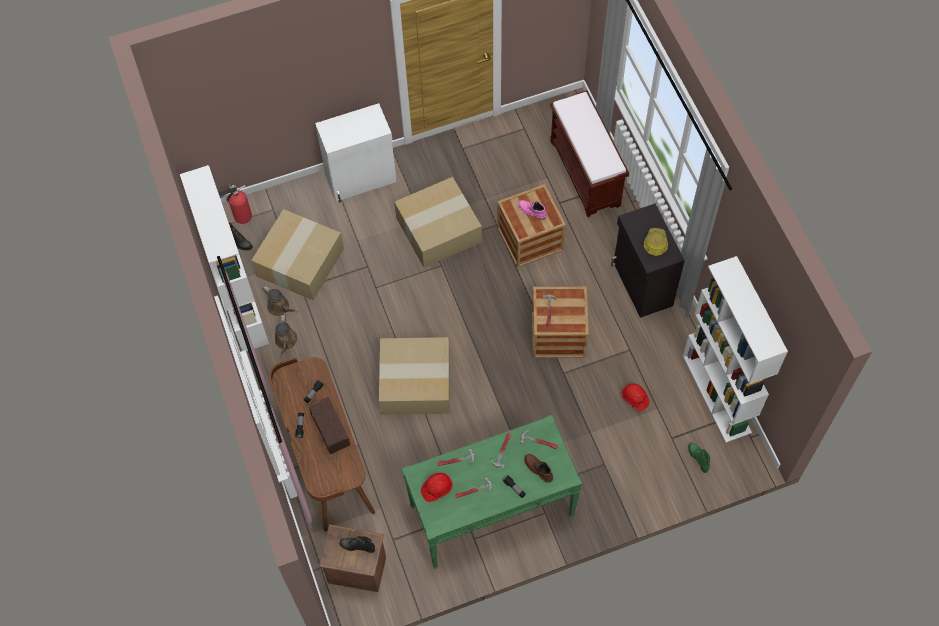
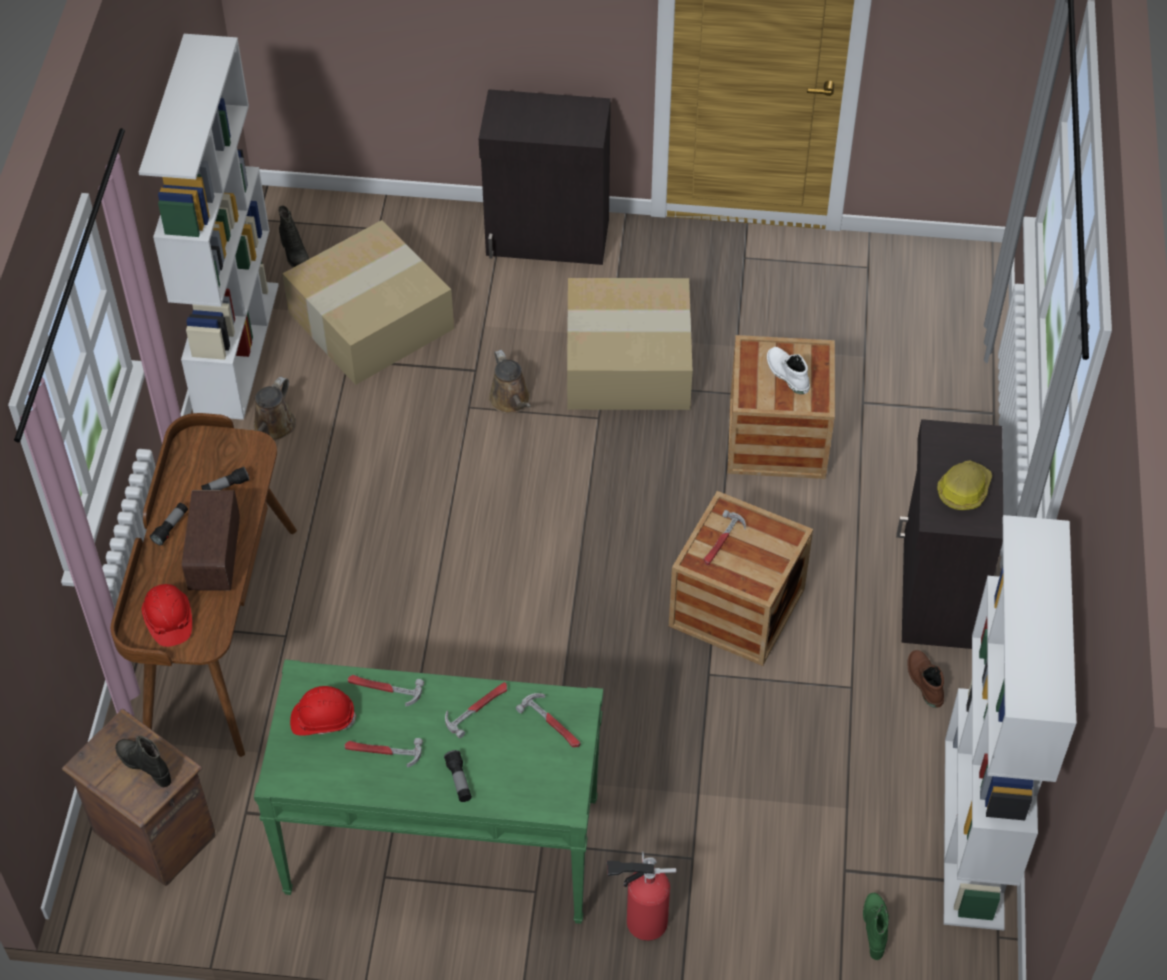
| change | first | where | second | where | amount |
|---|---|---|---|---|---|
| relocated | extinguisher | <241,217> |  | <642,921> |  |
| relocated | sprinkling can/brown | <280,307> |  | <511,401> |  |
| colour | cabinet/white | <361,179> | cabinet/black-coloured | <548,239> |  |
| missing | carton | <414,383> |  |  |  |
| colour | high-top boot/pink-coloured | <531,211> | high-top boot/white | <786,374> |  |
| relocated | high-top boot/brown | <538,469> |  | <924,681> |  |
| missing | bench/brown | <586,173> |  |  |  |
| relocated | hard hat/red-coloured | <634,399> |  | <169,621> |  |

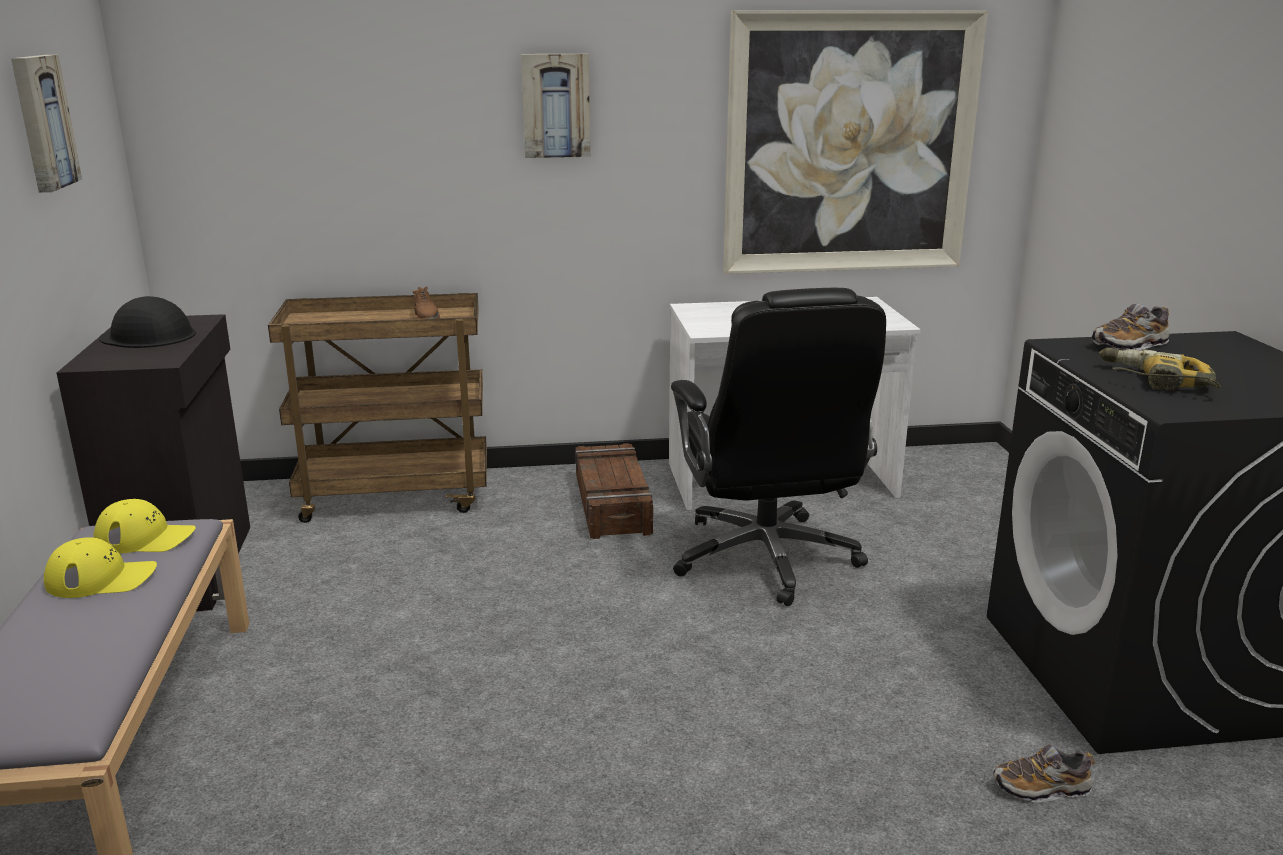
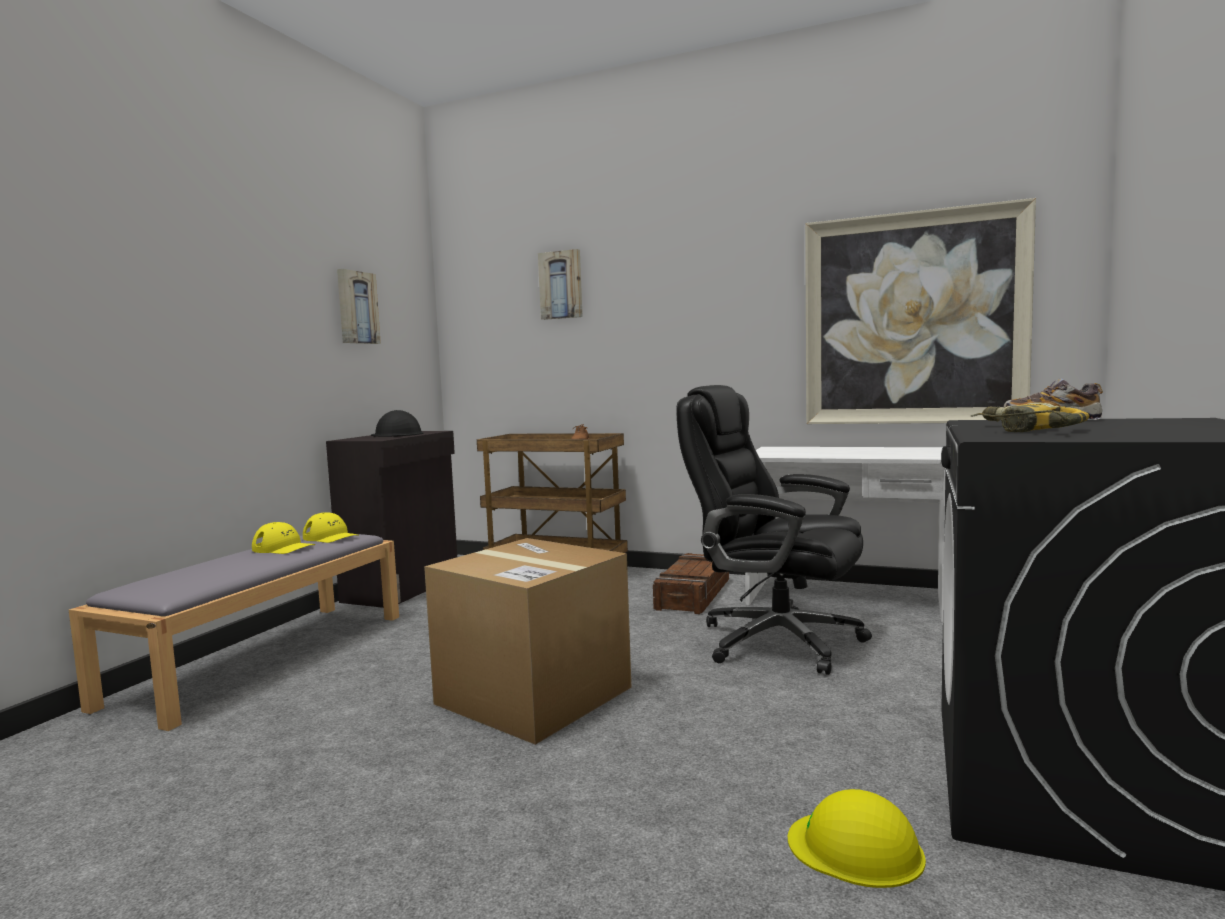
| change | first | where | second | where | amount |
|---|---|---|---|---|---|
| relocated | wall art | <556,105> |  | <561,285> |  |
| spun | computer chair/black-coloured | <766,559> |  | <775,641> | 105 degrees clockwise |
| exchanged | low shoe | <1041,788> | hard hat/yellow | <855,848> |  |
| appeared |  |  | carton | <534,695> |  |

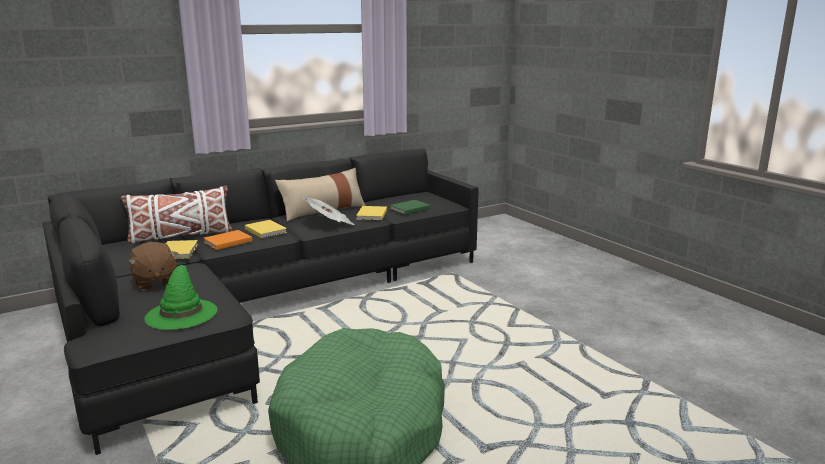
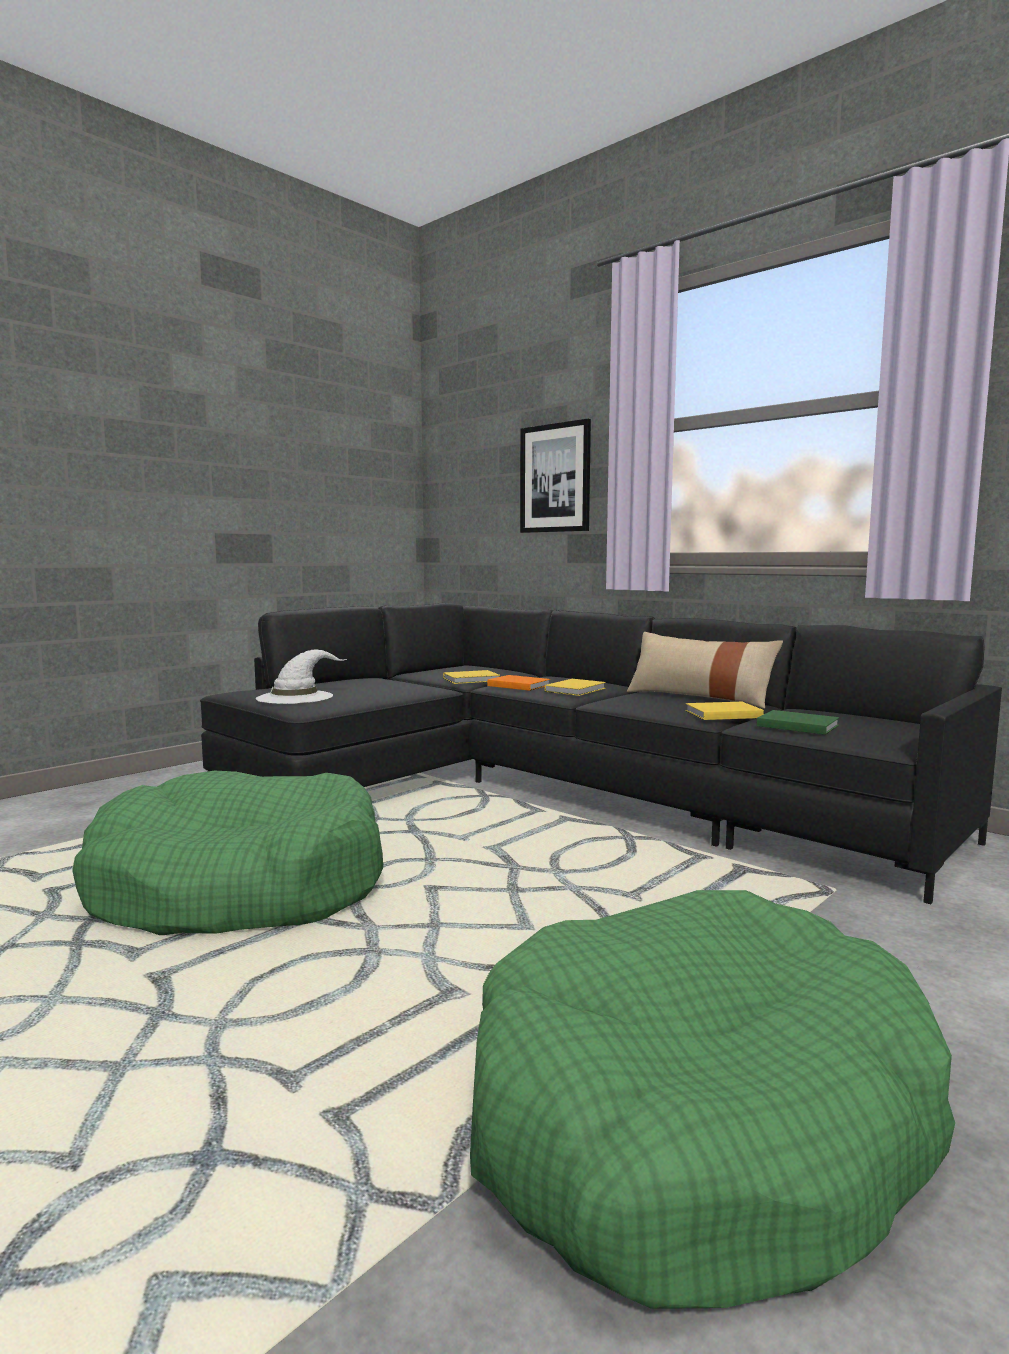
| change | first | where | second | where | amount |
|---|---|---|---|---|---|
| missing | pillow/white | <181,236> |  |  |  |
| missing | plush toy/brown | <155,282> |  |  |  |
| colour | wearable hat/green-coloured | <181,313> | wearable hat/white | <296,697> |  |
| missing | newspaper | <330,224> |  |  |  |
| appeared |  |  | dog cushion/green-coloured | <696,1122> |  |
| appeared |  |  | wall art | <555,478> |  |

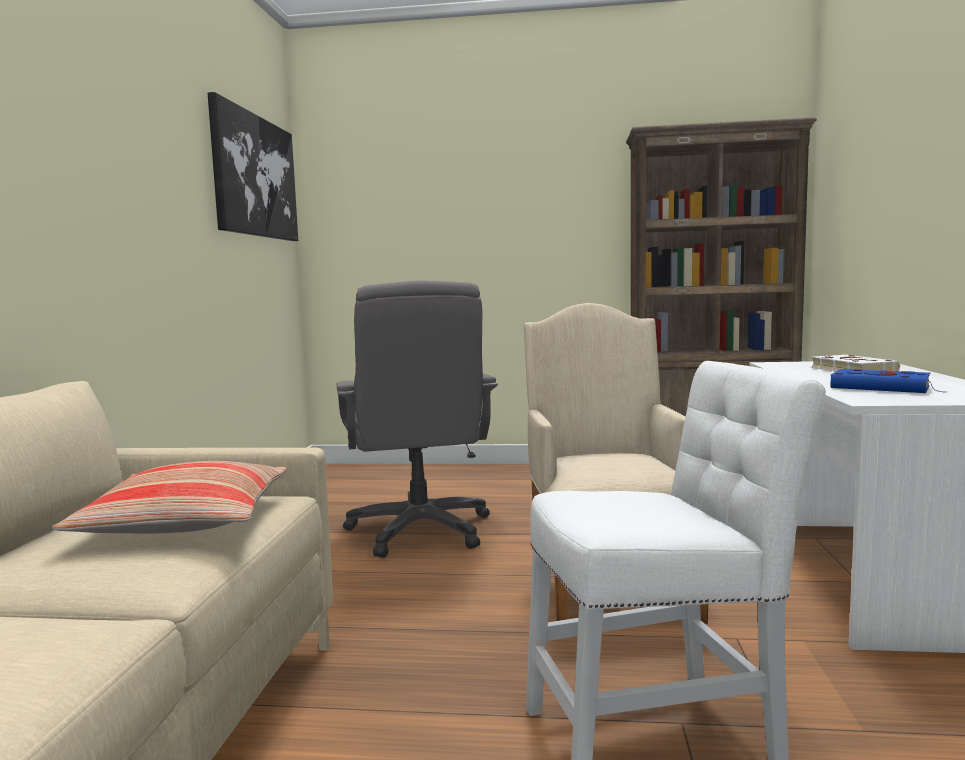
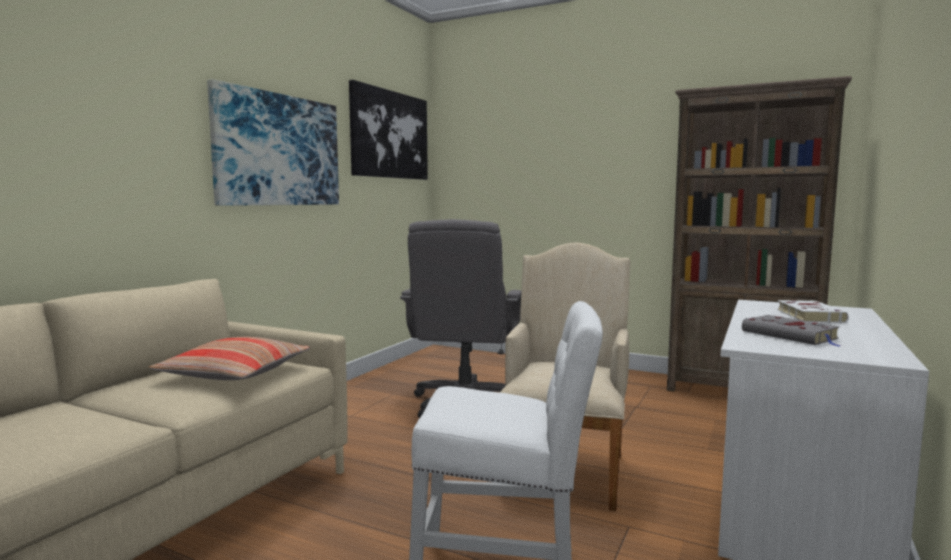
| change | first | where | second | where | amount |
|---|---|---|---|---|---|
| colour | book/blue-coloured | <883,388> | book/greyish | <791,336> |  |
| appeared |  |  | wall art | <278,150> |  |

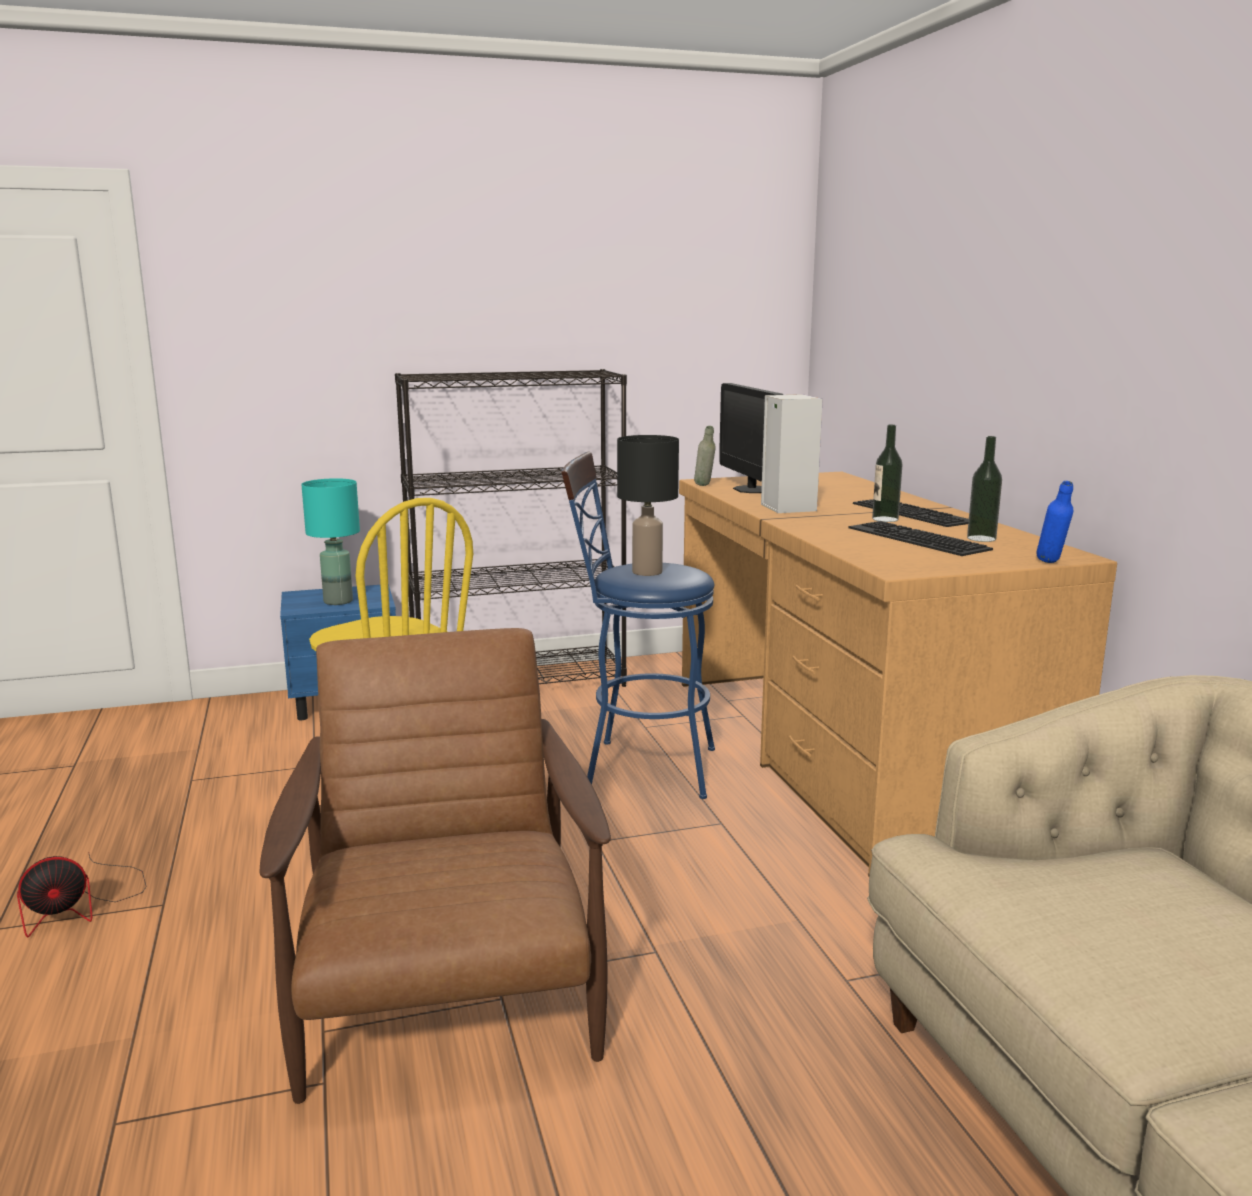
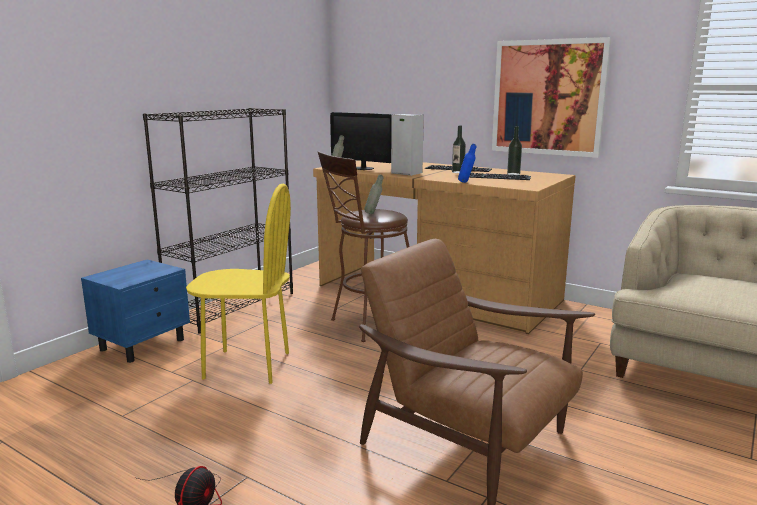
| change | first | where | second | where | amount |
|---|---|---|---|---|---|
| missing | lamp for a table/blue-green | <339,601> |  |  |  |
| colour | stool/blue-coloured | <638,768> | stool/brown | <367,325> |  |
| exchanged | lamp for a table/black-coloured | <646,572> | bottle/greyish | <374,214> |  |
| relocated | bottle/blue-coloured | <1051,563> |  | <466,182> |  |
| appeared |  |  | wall art | <548,97> |  |

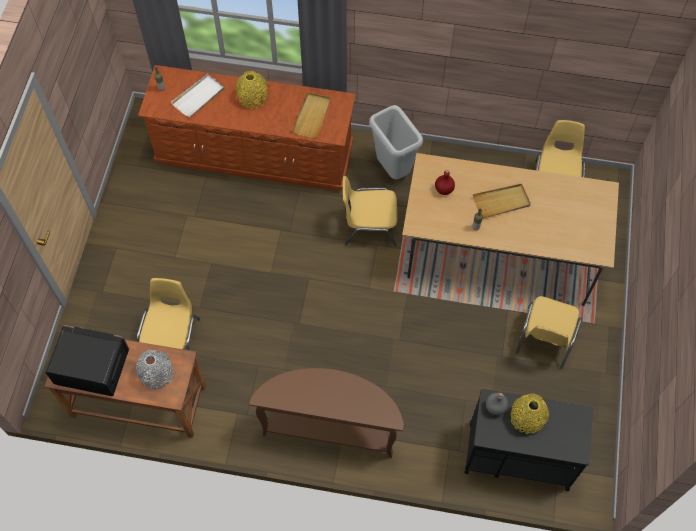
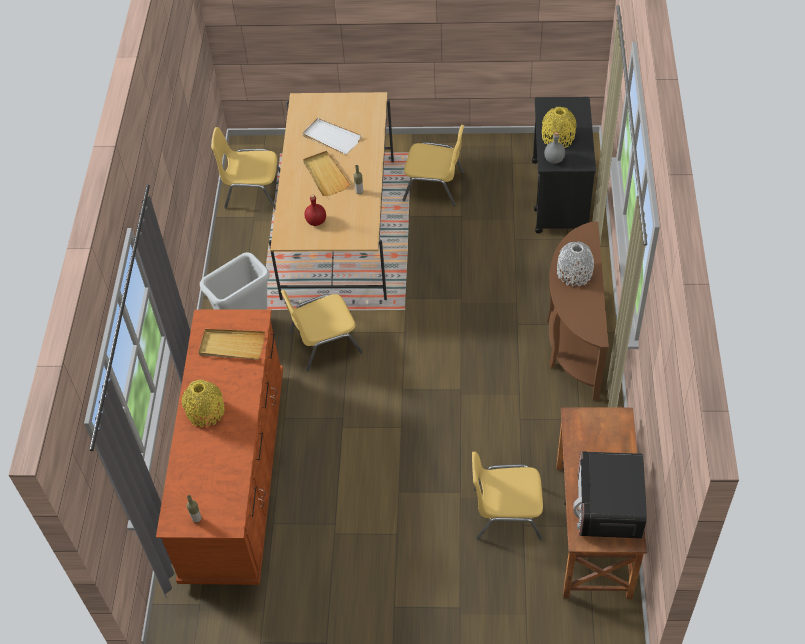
| change | first | where | second | where | amount |
|---|---|---|---|---|---|
| relocated | decorative vase/greyish | <156,373> |  | <574,273> |  |
| relocated | serving tray/white | <199,97> |  | <331,138> |  |
| spun | upright chair/yellow | <369,225> |  | <323,342> | 75 degrees clockwise |

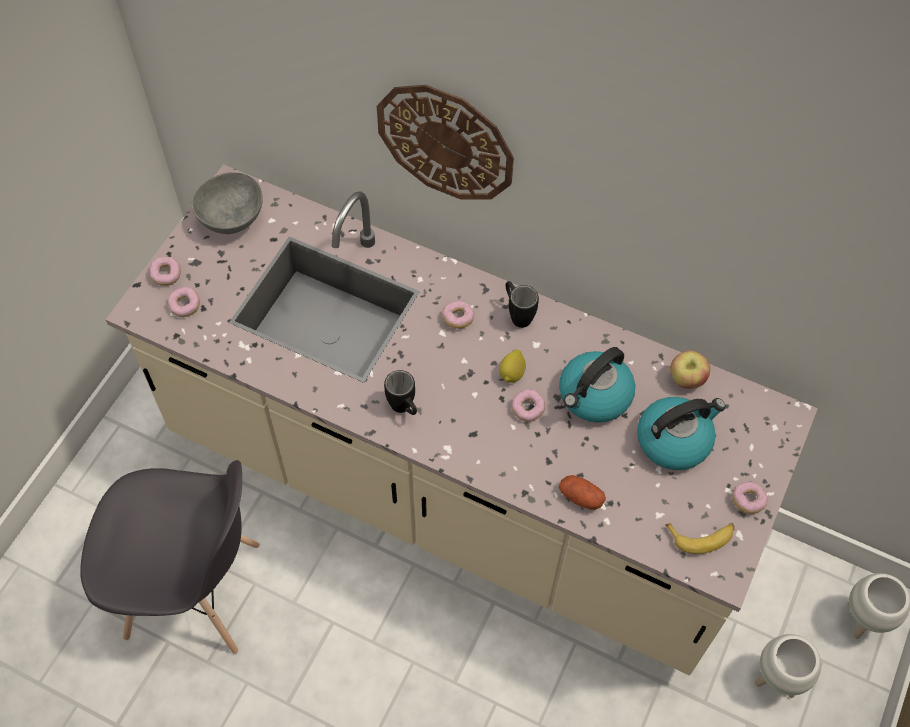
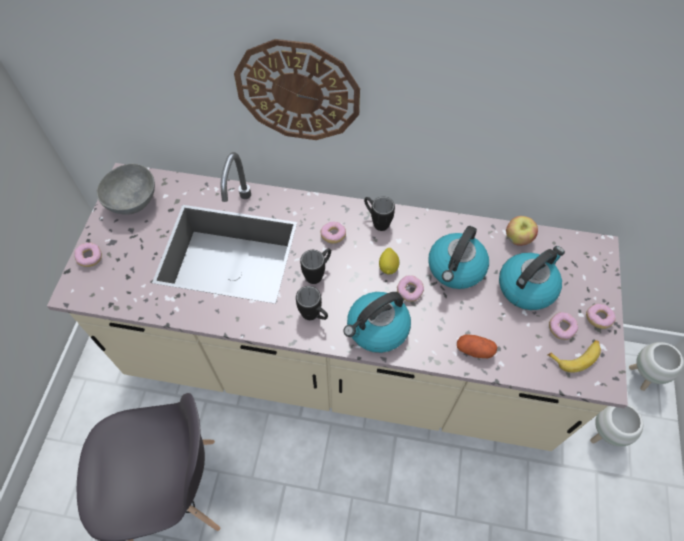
| change | first | where | second | where | amount |
|---|---|---|---|---|---|
| relocated | donut | <185,306> |  | <561,328> |  |
| appeared |  |  | tea mug/black-coloured | <318,273> |  |
| appeared |  |  | kettle | <377,329> |  |

